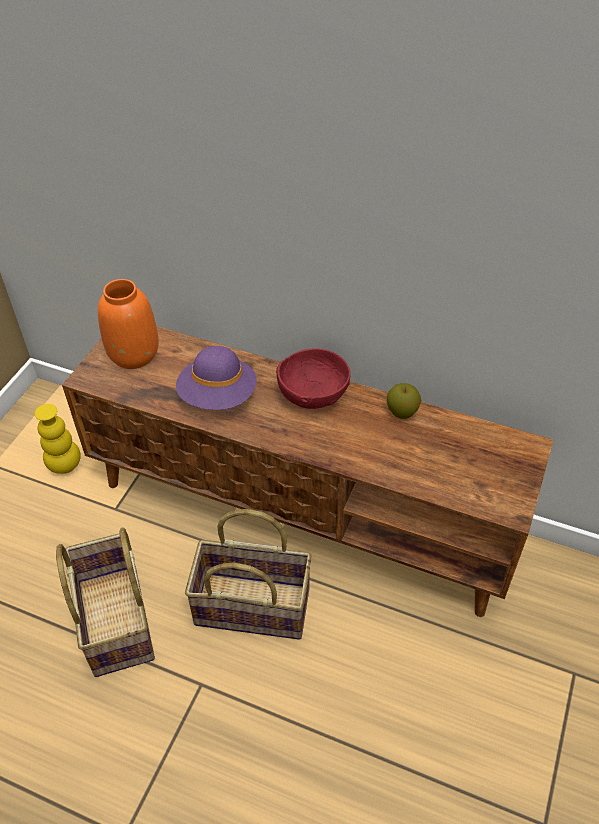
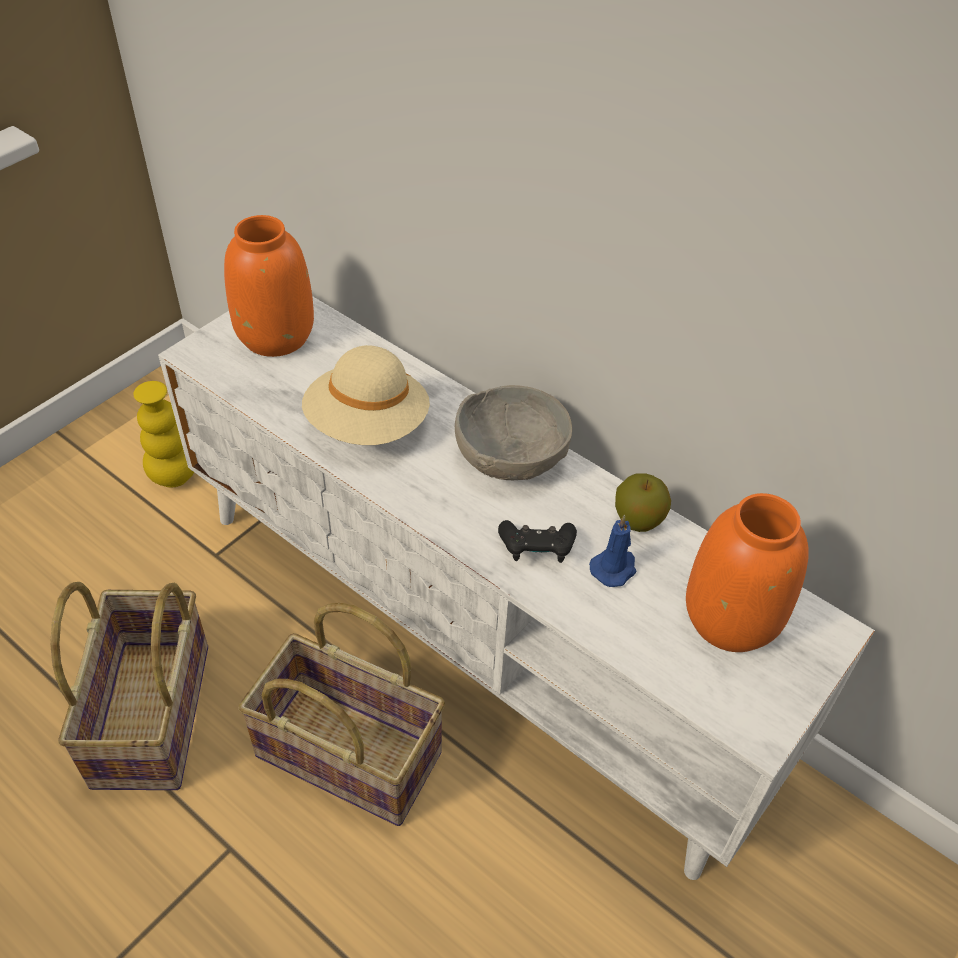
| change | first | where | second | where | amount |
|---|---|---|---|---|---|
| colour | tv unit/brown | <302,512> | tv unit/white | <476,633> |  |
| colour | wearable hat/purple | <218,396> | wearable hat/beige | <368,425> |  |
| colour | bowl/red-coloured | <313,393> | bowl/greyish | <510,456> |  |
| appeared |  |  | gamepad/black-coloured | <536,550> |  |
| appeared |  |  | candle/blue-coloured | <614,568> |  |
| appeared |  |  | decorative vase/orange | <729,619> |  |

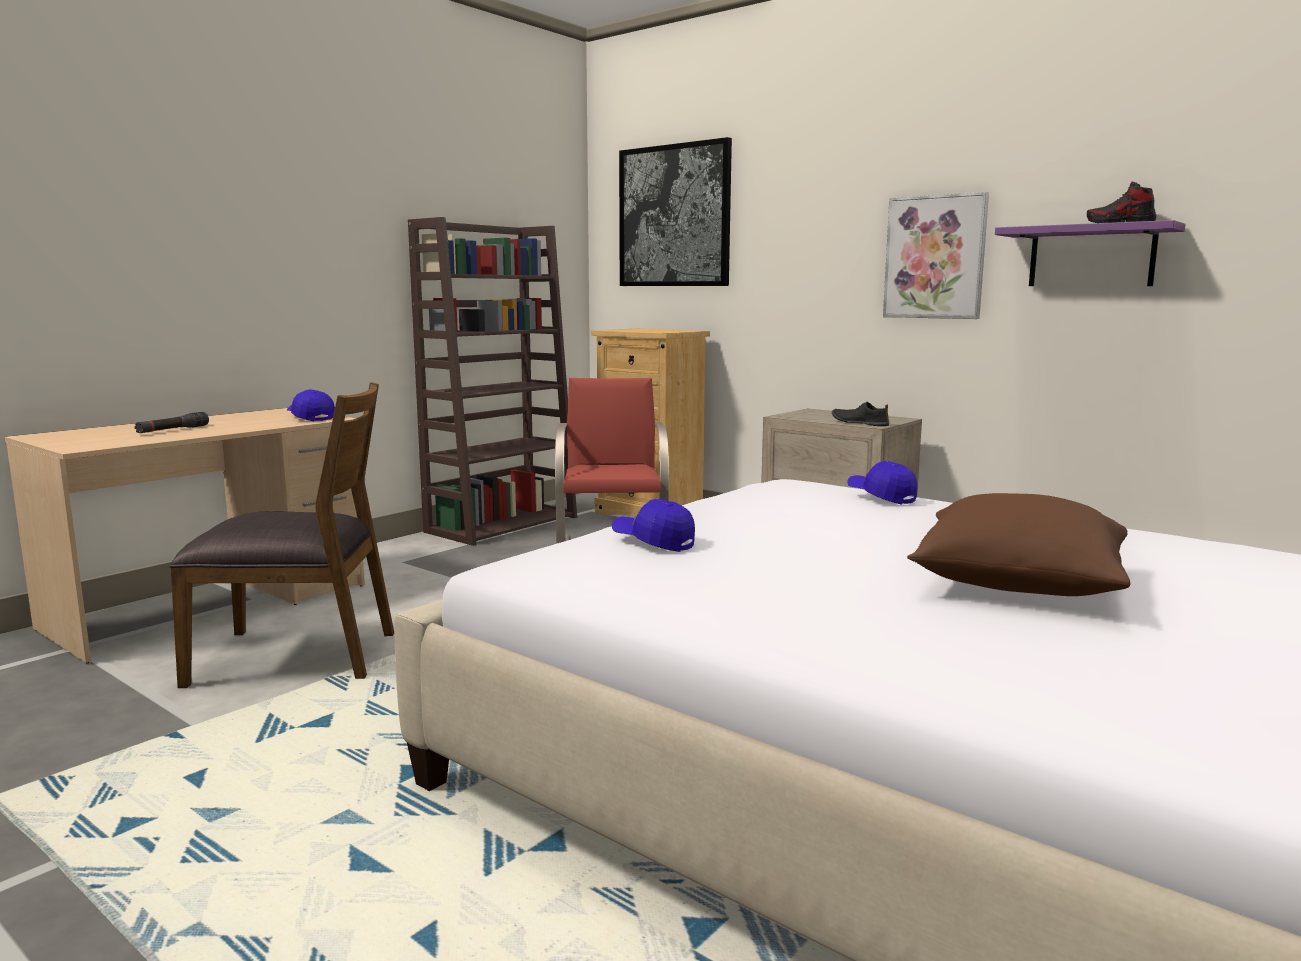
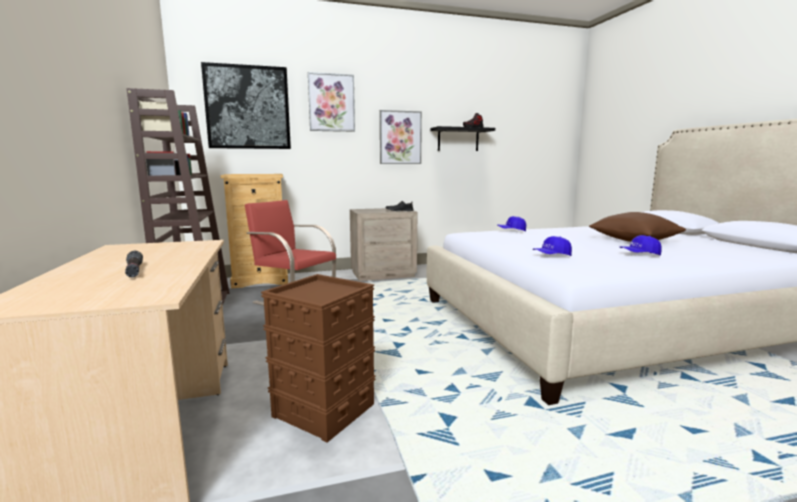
| change | first | where | second | where | amount |
|---|---|---|---|---|---|
| exchanged | upright chair/brown | <297,656> | storage bin/brown | <325,410> |  |
| relocated | cap/blue-coloured | <310,418> |  | <639,254> |  |
| colour | wall shelf/purple | <1091,256> | wall shelf/black-coloured | <458,139> |  |
| appeared |  |  | wall art | <331,103> |  |

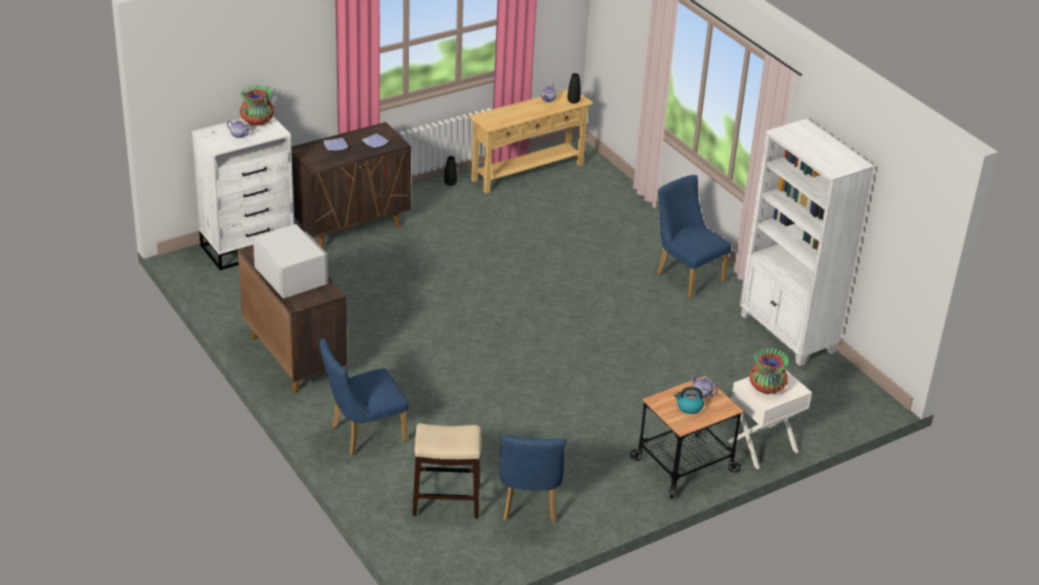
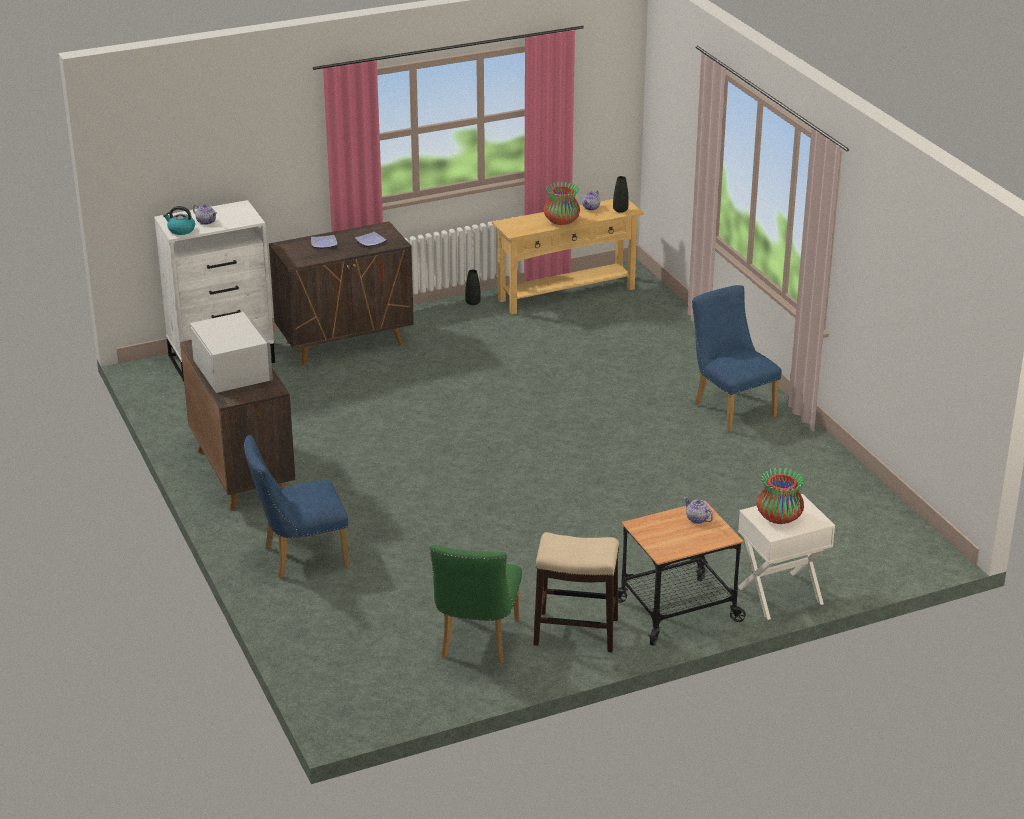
| change | first | where | second | where | amount |
|---|---|---|---|---|---|
| relocated | decorative vase | <257,121> |  | <561,221> |  |
| relocated | stool | <445,501> |  | <575,632> |  |
| colour | upright chair/blue-coloured | <529,505> | upright chair/green-coloured | <476,642> |  |
| relocated | kettle | <689,407> |  | <181,230> |  |
| missing | bookshelf/white | <787,334> |  |  |  |

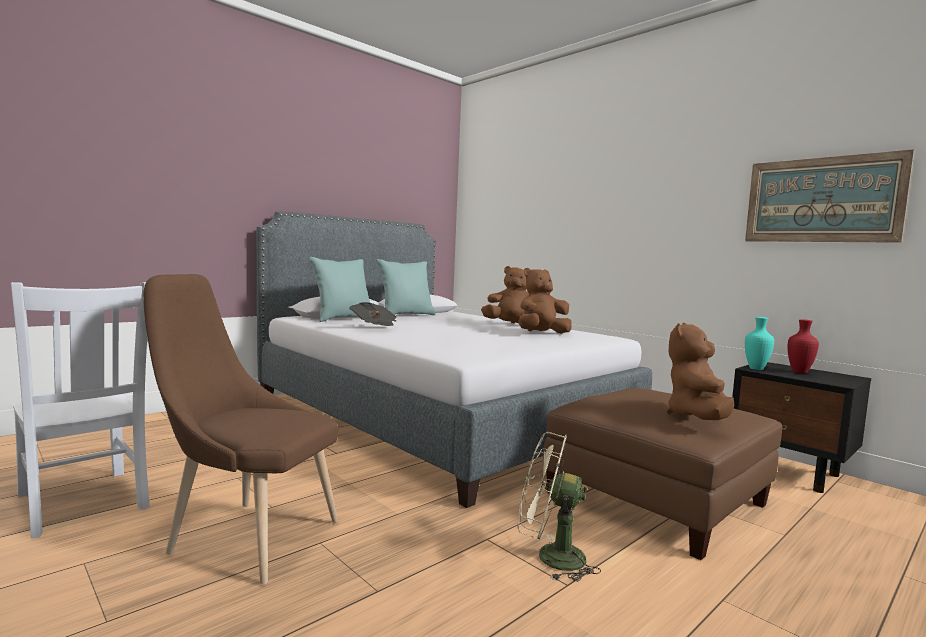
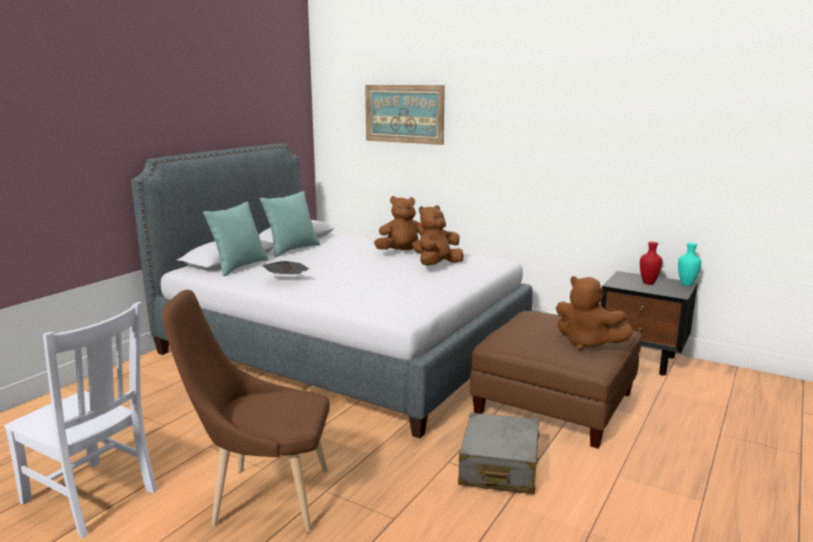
| change | first | where | second | where | amount |
|---|---|---|---|---|---|
| exchanged | electric fan/beige | <550,557> | piece of luggage/greyish | <499,467> |  |
| spun | plush toy/brown | <698,418> |  | <587,343> | 60 degrees counterclockwise |
| relocated | wall art | <822,200> |  | <404,114> |  |
| relocated | decorative vase/blue-green | <755,368> |  | <686,284> |  |

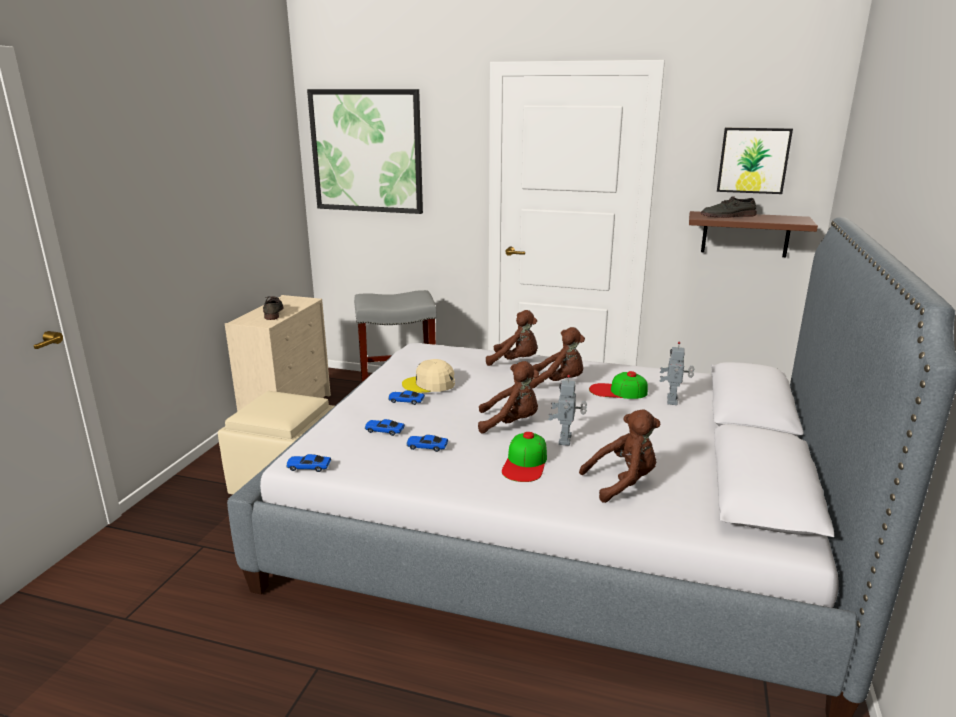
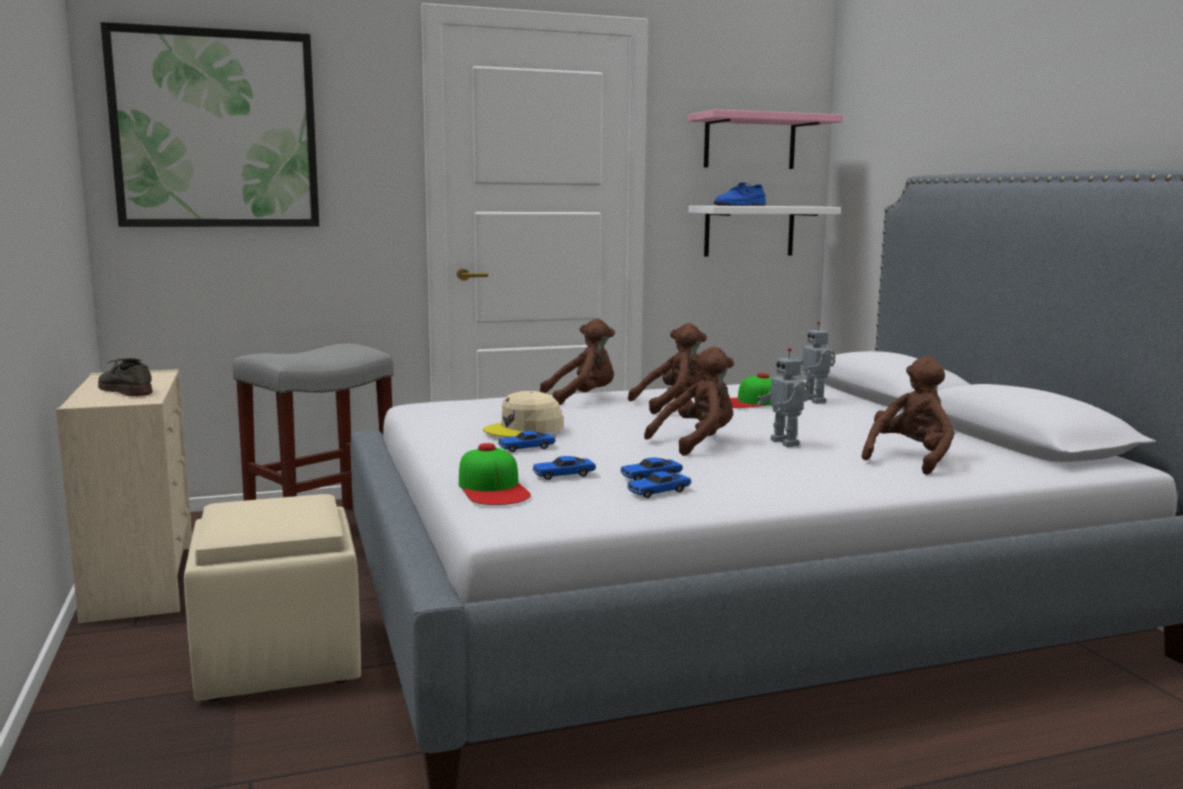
| change | first | where | second | where | amount |
|---|---|---|---|---|---|
| relocated | toy car | <308,467> |  | <658,492> |  |
| relocated | cap | <525,463> |  | <493,488> |  |
| colour | wall shelf/brown | <745,234> | wall shelf/white | <749,231> |  |
| colour | low shoe/greyish | <728,216> | low shoe/blue-coloured | <740,205> |  |
| exchanged | wall art | <753,160> | wall shelf/pink-coloured | <749,142> |  |

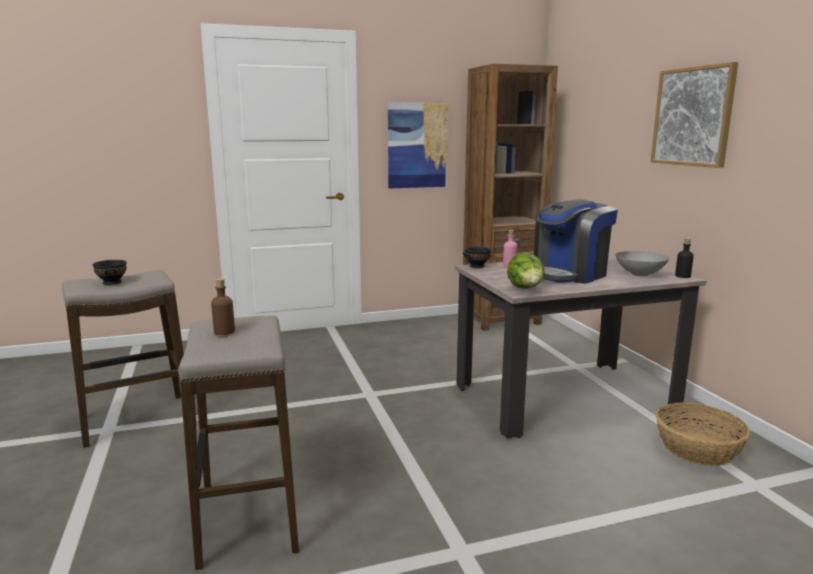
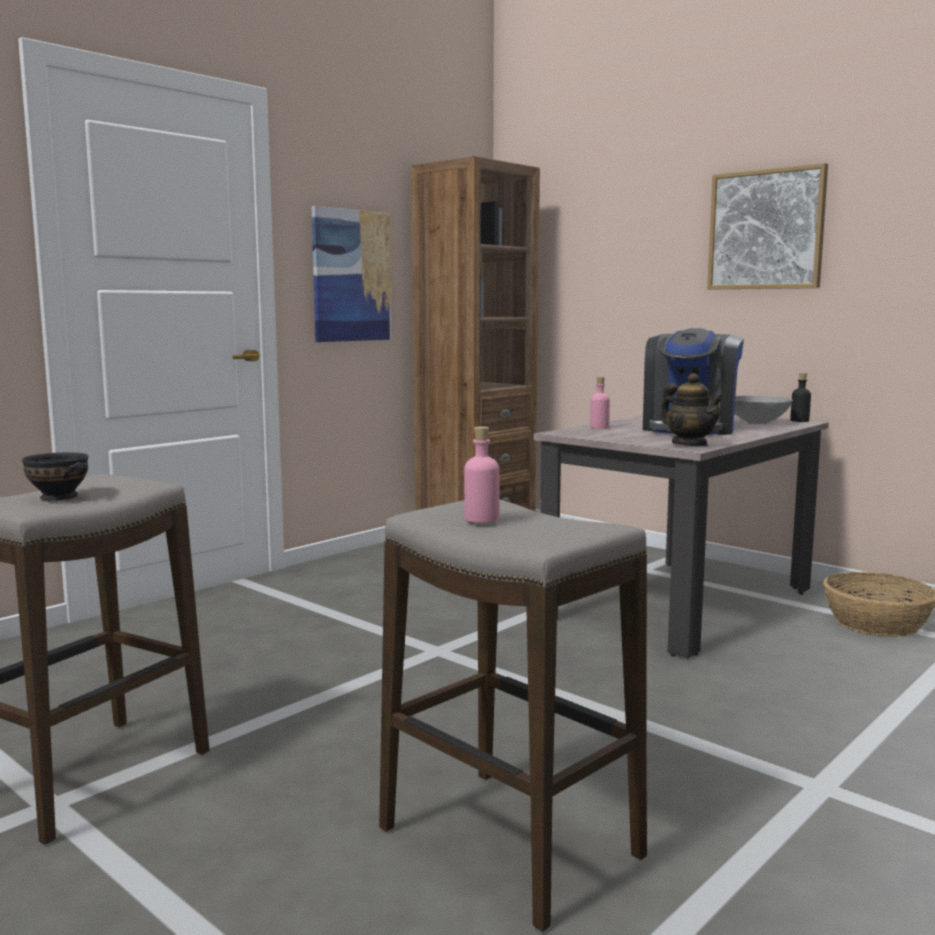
| change | first | where | second | where | amount |
|---|---|---|---|---|---|
| colour | bottle/brown | <224,331> | bottle/pink-coloured | <481,519> |  |
| missing | bowl/black-coloured | <476,266> |  |  |  |
| exchanged | lettuce head | <526,289> | pot for tea | <690,444> |  |

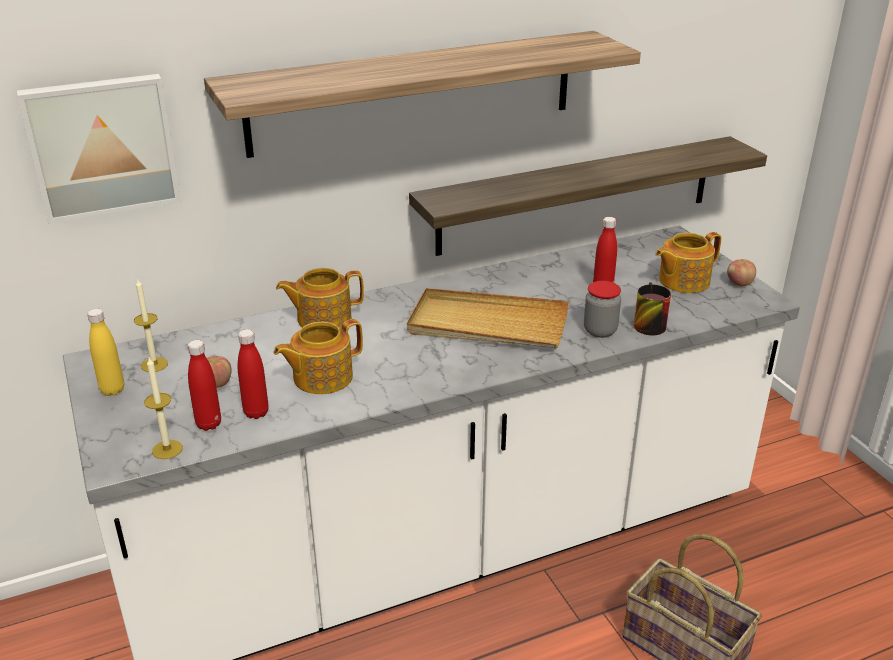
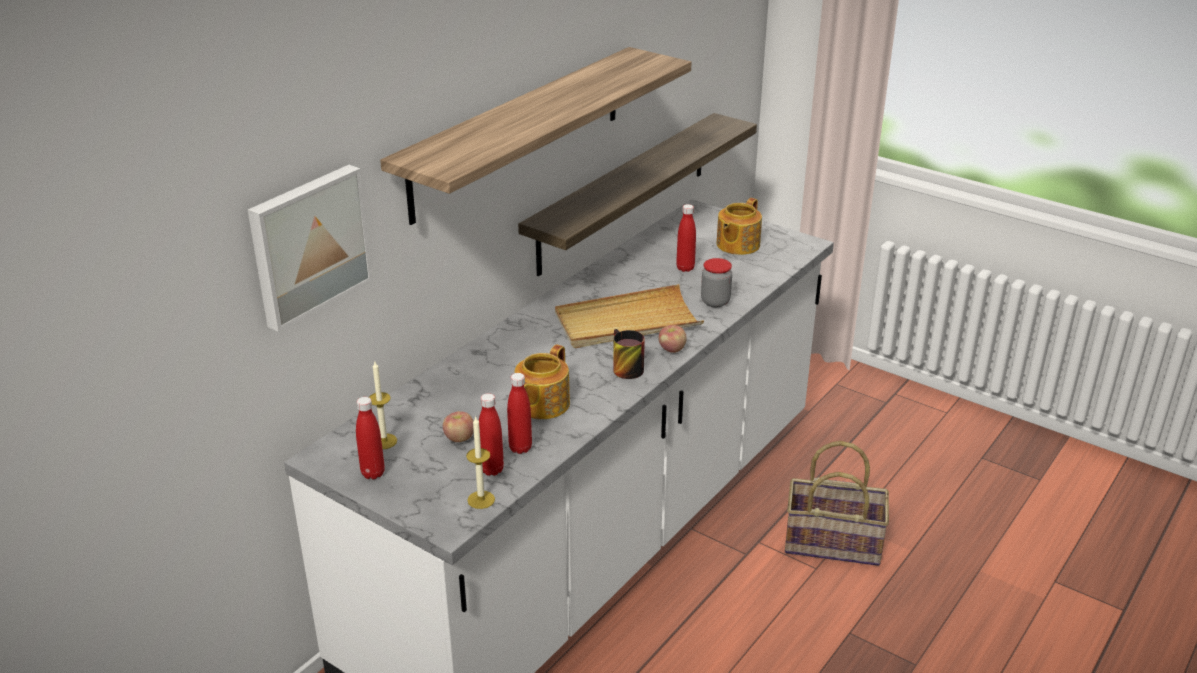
| change | first | where | second | where | amount |
|---|---|---|---|---|---|
| colour | bottle/yellow | <112,390> | bottle/red-coloured | <373,473> |  |
| missing | pot for tea | <323,319> |  |  |  |
| relocated | tea mug | <646,323> |  | <623,368> |  |
| relocated | whole apple | <739,283> |  | <672,349> |  |

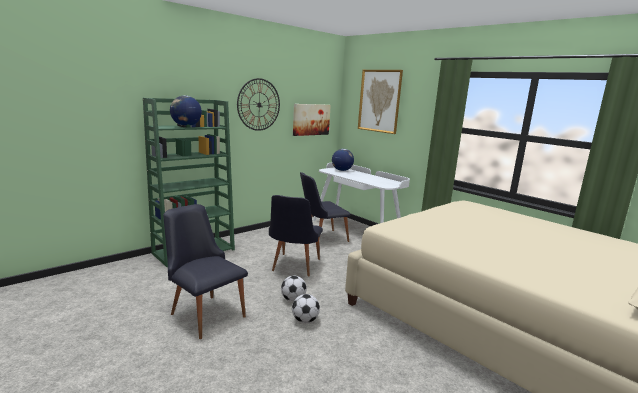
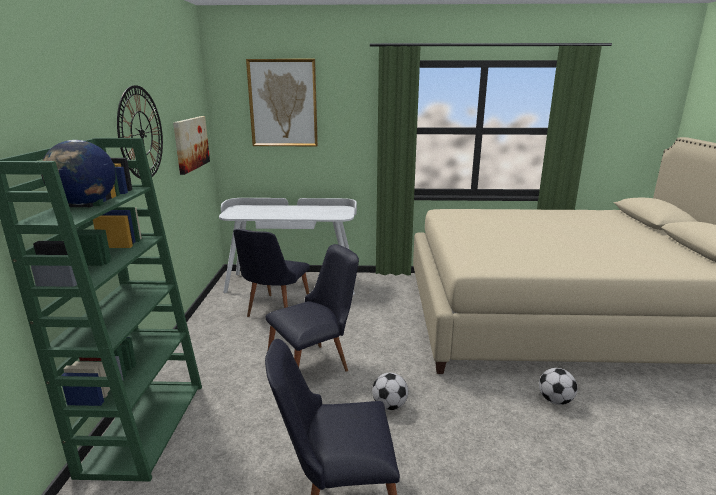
| change | first | where | second | where | amount |
|---|---|---|---|---|---|
| spun | upright chair/black-coloured | <293,267> |  | <315,365> | 90 degrees counterclockwise |
| relocated | football | <305,320> |  | <555,400> |  |
| missing | desk globe | <341,170> |  |  |  |

